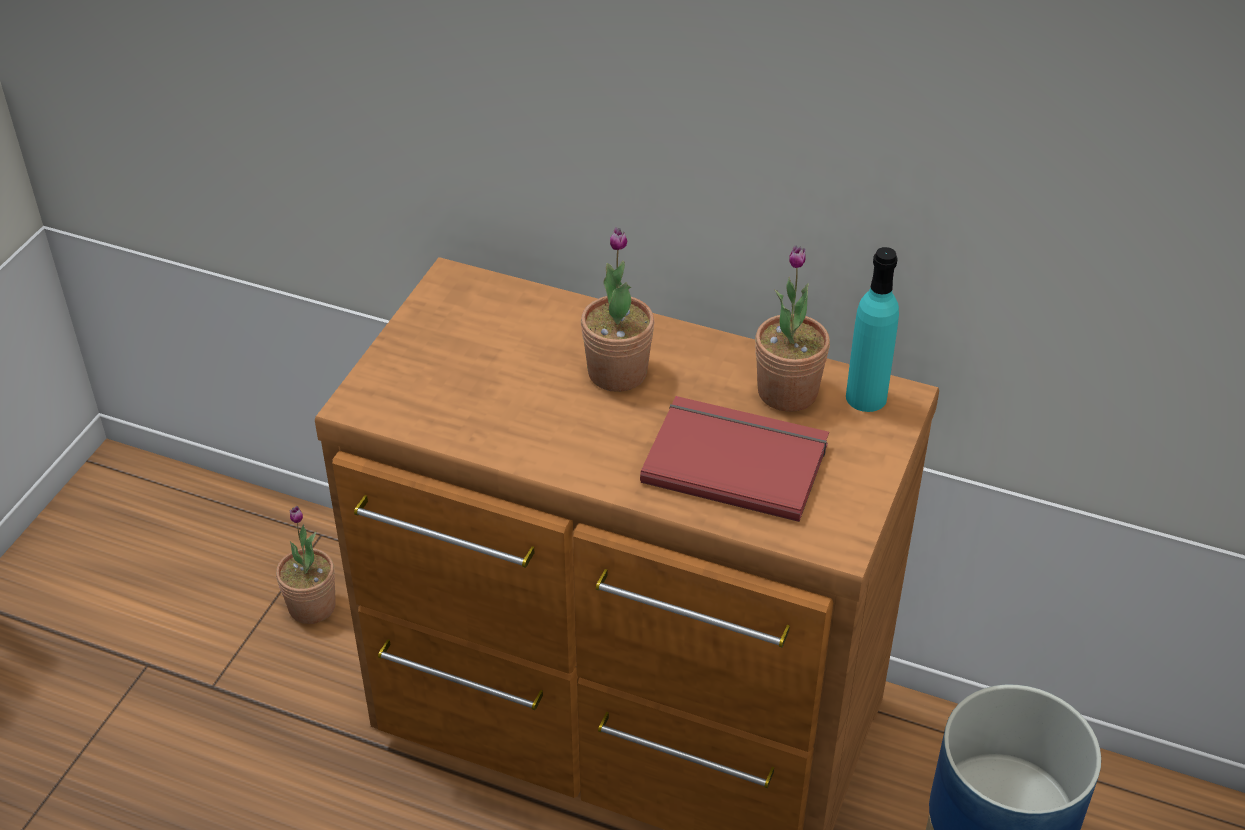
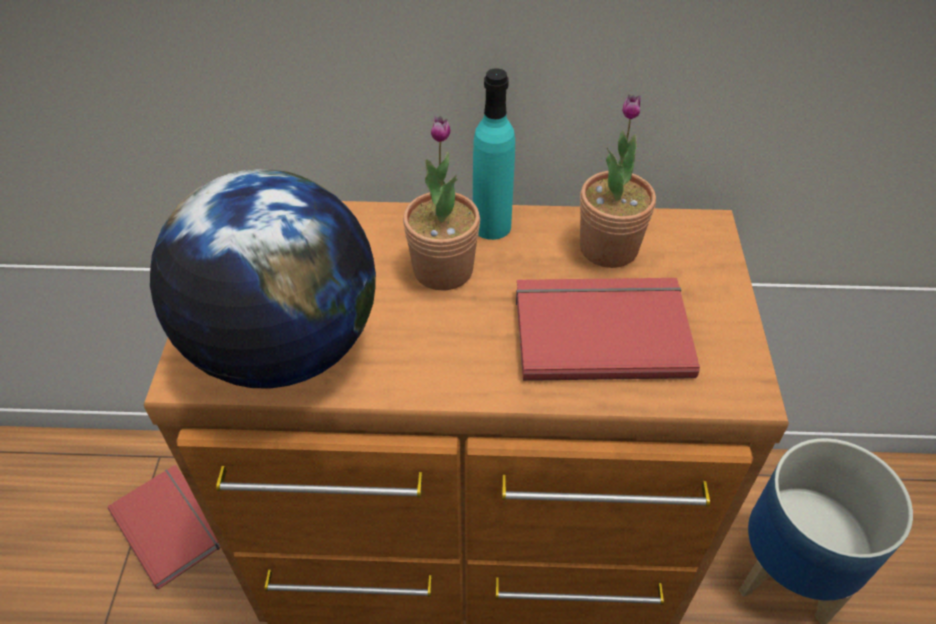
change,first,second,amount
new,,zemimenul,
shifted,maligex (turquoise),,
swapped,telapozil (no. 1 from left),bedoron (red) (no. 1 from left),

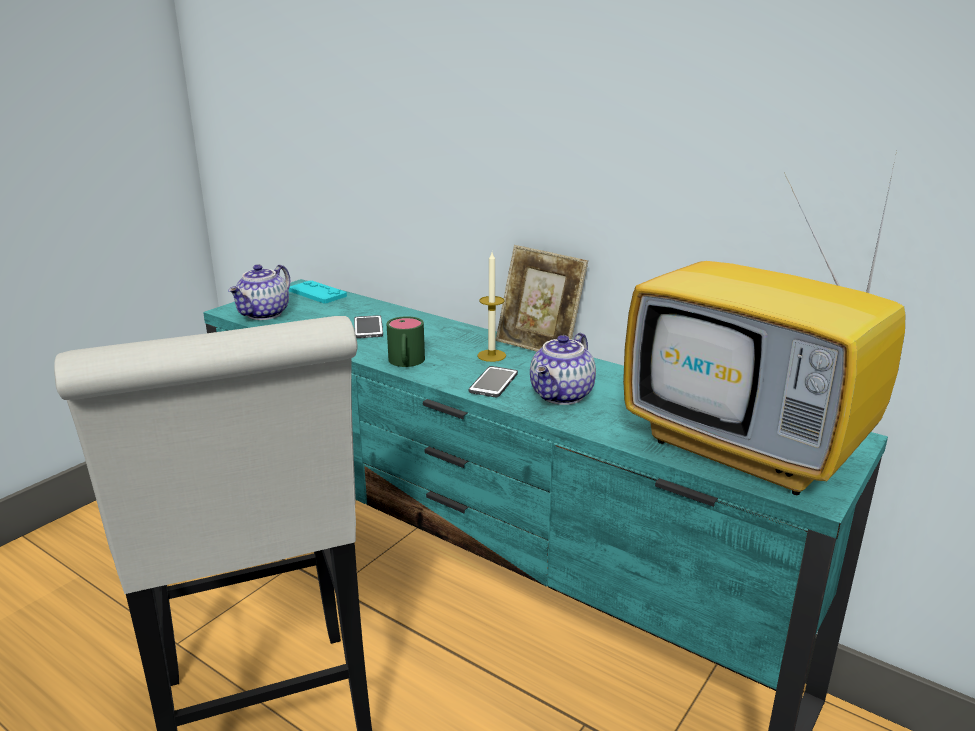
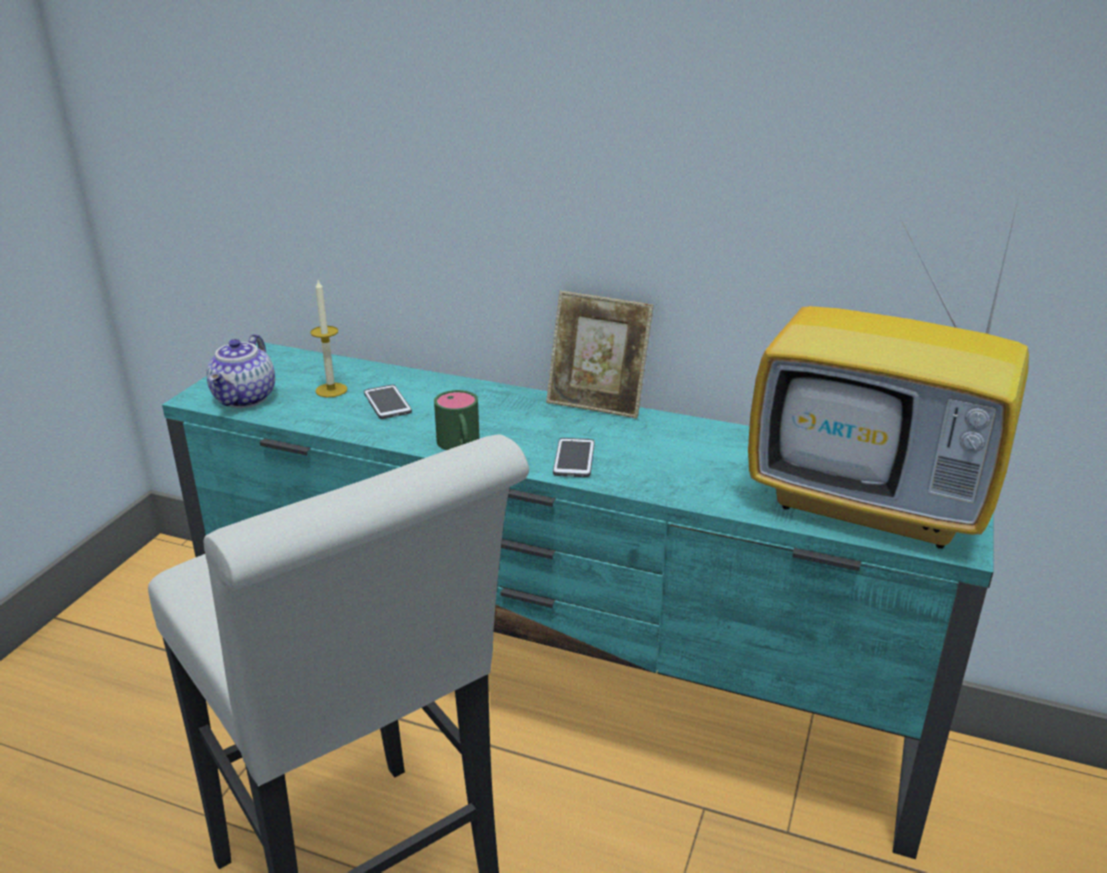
change,first,second,amount
gone,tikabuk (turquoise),,
gone,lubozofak (no. 2 from left),,
shifted,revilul,,

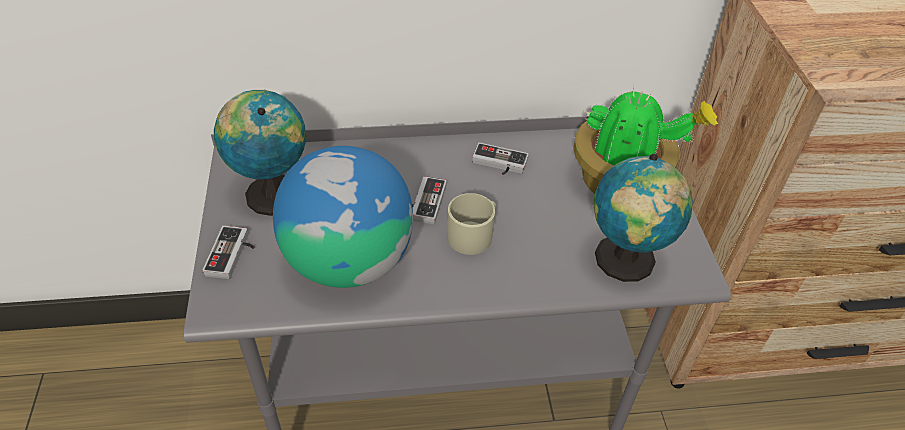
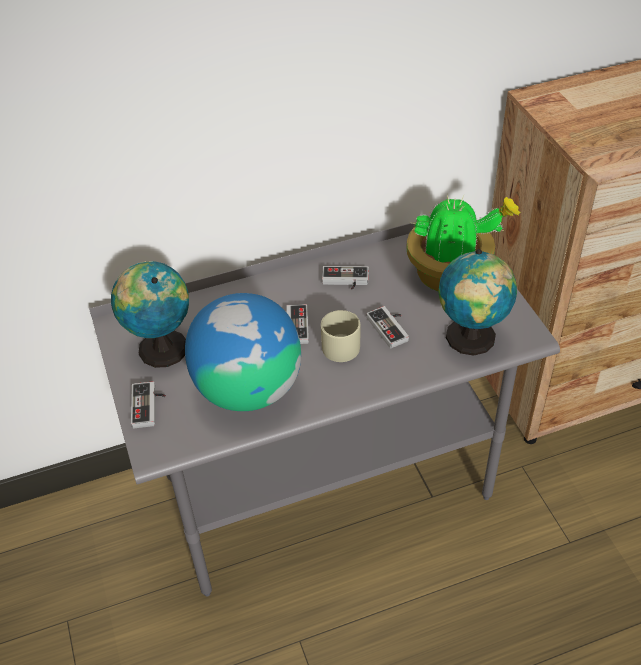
change,first,second,amount
new,,tikabuk (no. 4 from left),

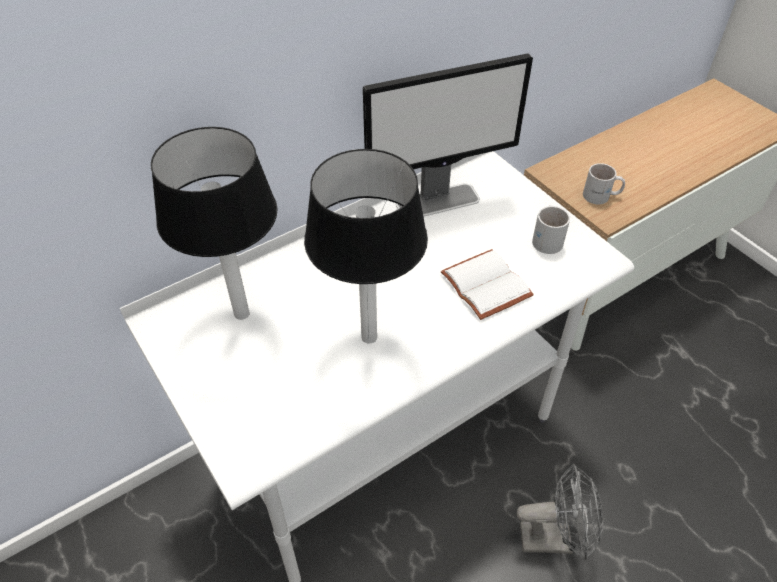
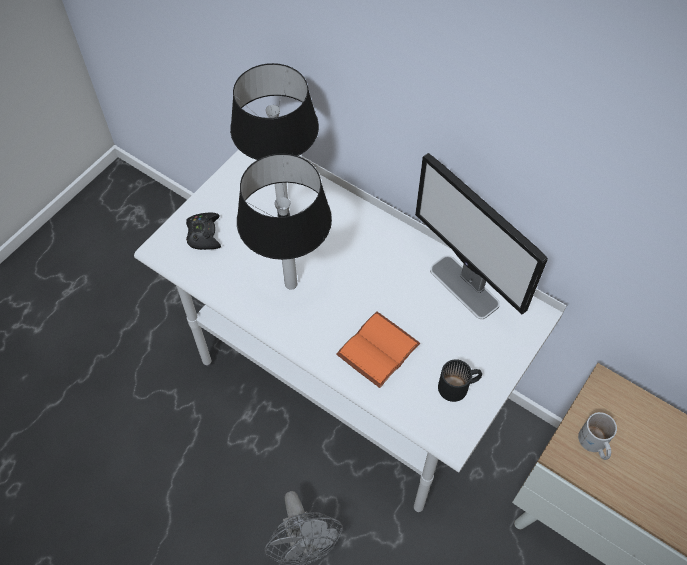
change,first,second,amount
new,,tikabuk (black),
repainted,bedoron (white),bedoron (orange),
repainted,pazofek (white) (no. 1 from left),pazofek (black),

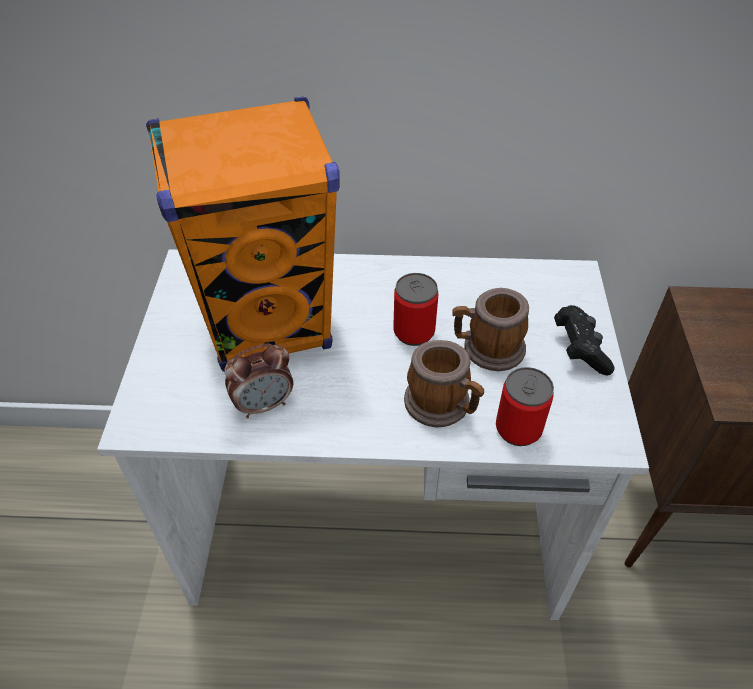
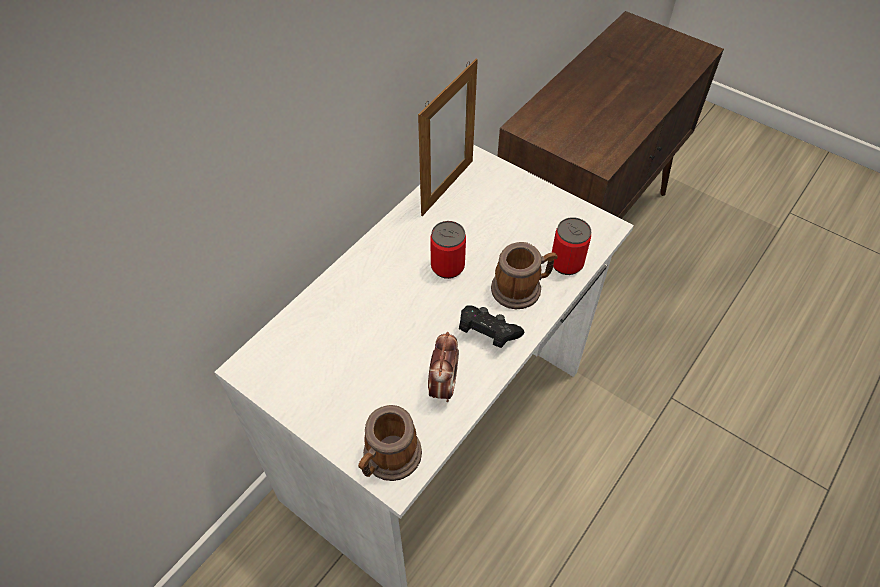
change,first,second,amount
gone,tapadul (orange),,
new,,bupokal,
shifted,pazofek (no. 2 from left in the first image),pazofek (no. 1 from left),
shifted,tikabuk (black),,

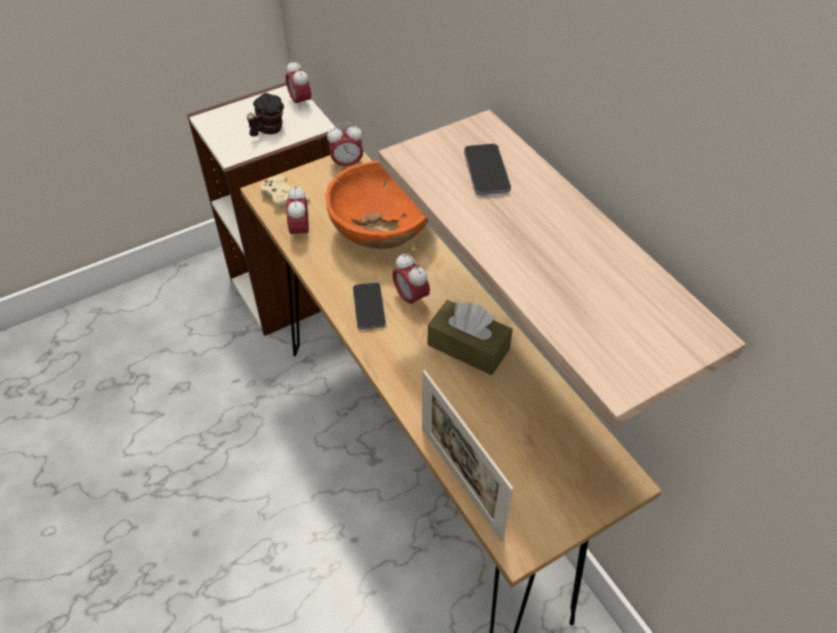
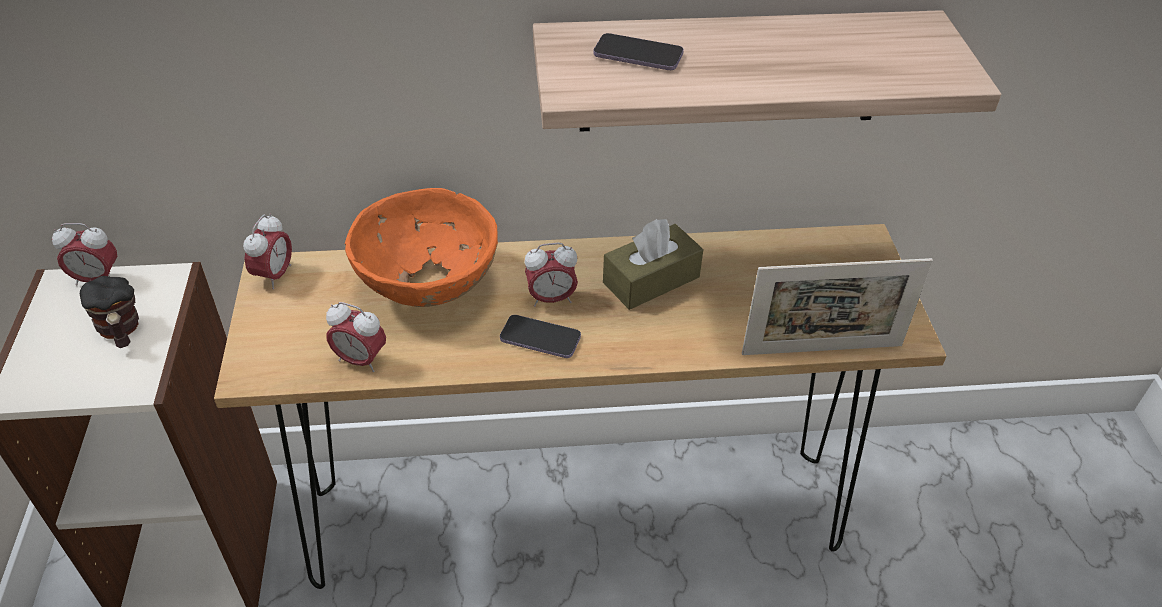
change,first,second,amount
gone,tikabuk (beige),,

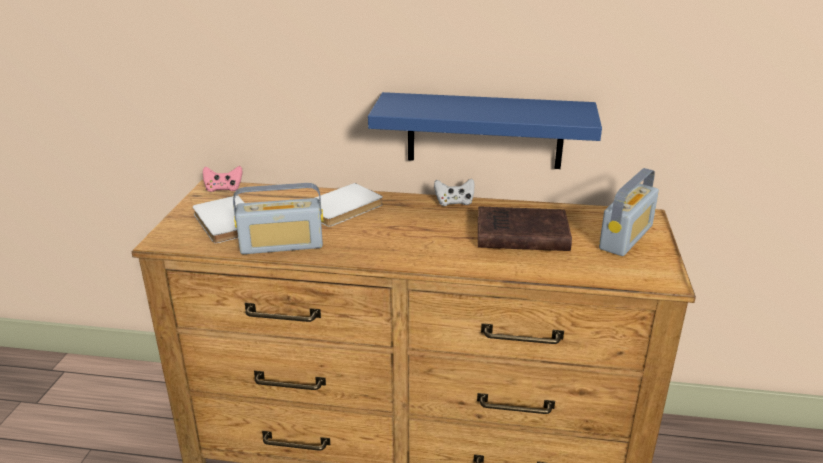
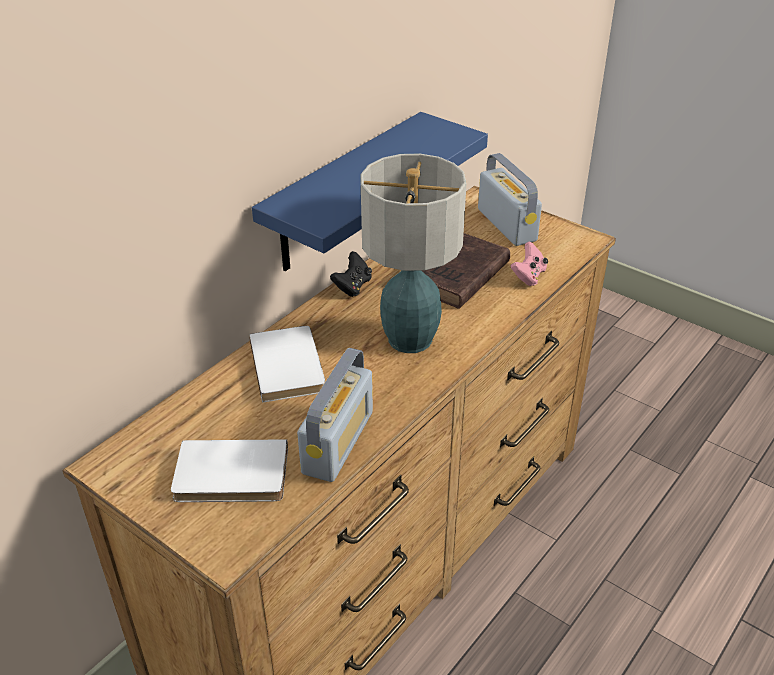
change,first,second,amount
new,,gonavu,
shifted,tikabuk (pink),,
repainted,tikabuk (white),tikabuk (black),

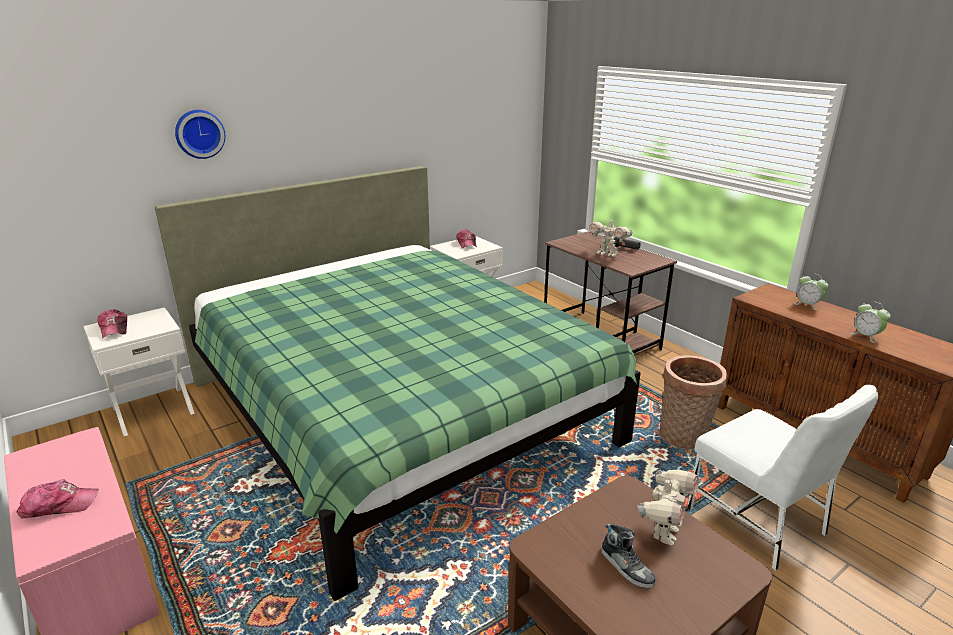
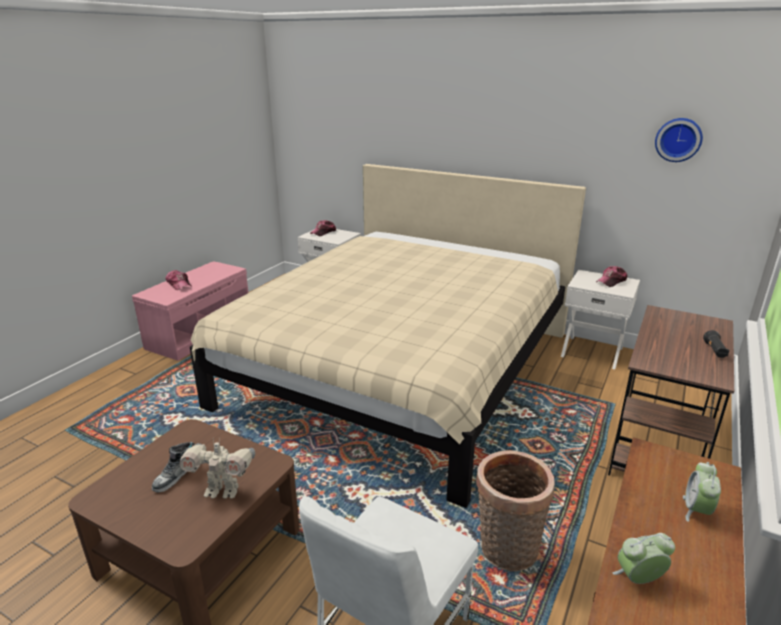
change,first,second,amount
gone,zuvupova (no. 1 from left),,
shifted,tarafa,,
repainted,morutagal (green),morutagal (beige),
rotated,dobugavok (no. 2 from left in the first image),dobugavok (no. 1 from left),45 degrees clockwise

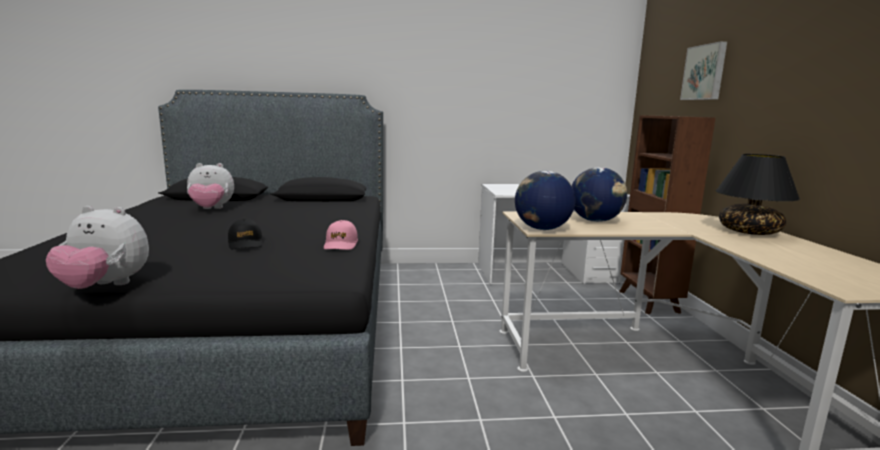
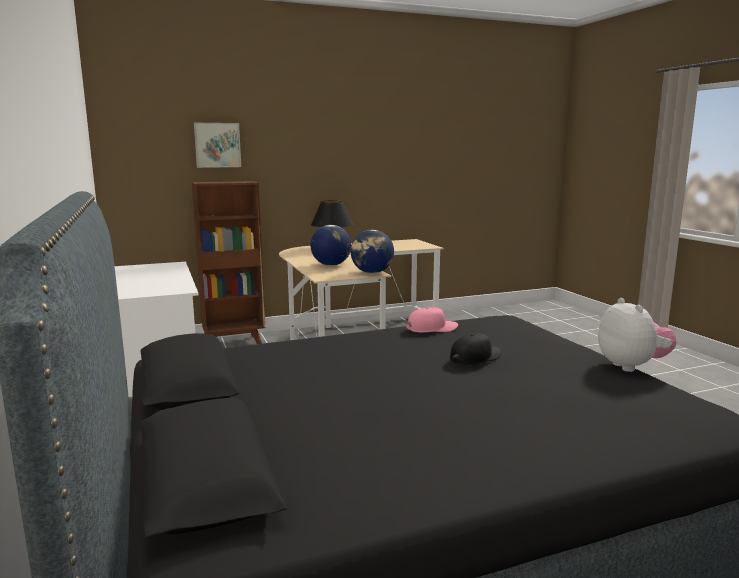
change,first,second,amount
gone,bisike (no. 2 from left),,

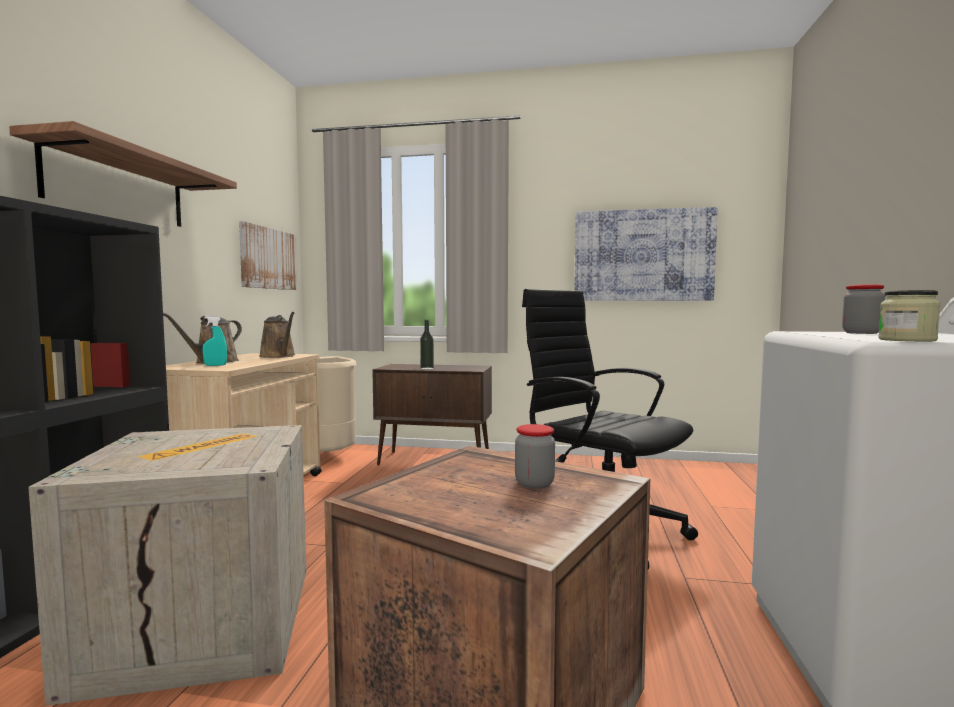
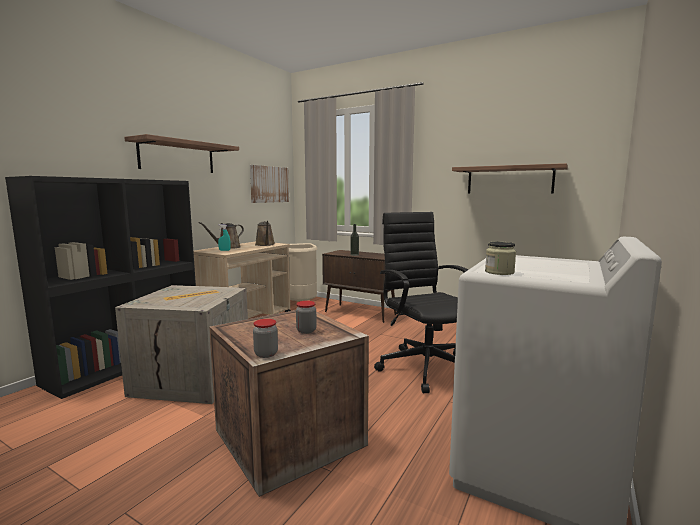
change,first,second,amount
shifted,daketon (no. 2 from left in the first image),daketon (no. 1 from left),
swapped,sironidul (no. 2 from left),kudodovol (no. 2 from left),

